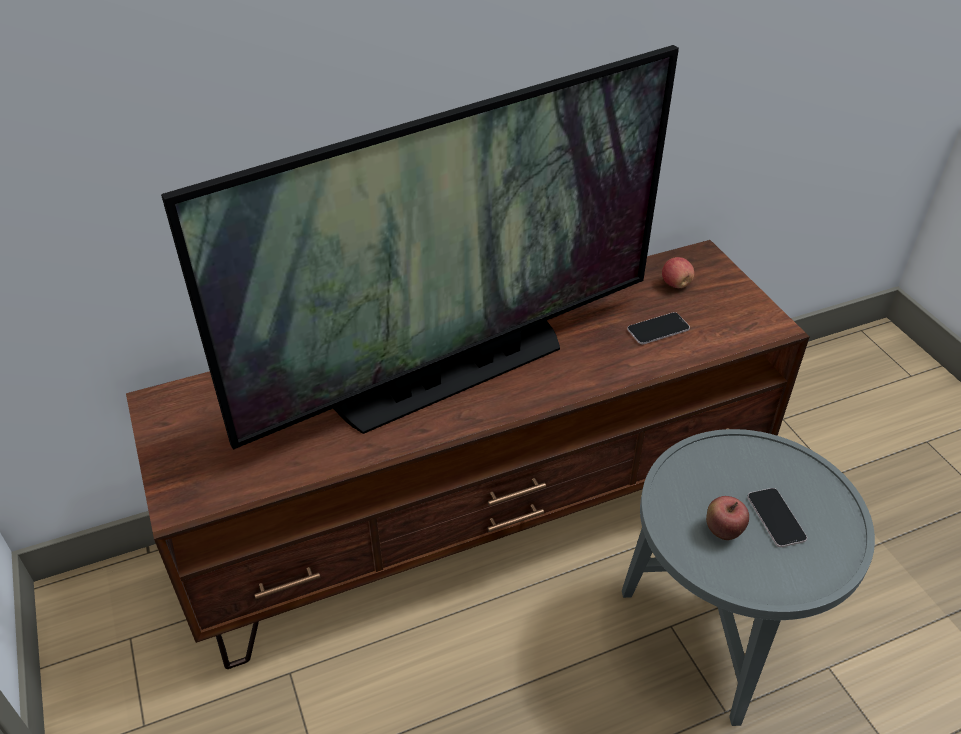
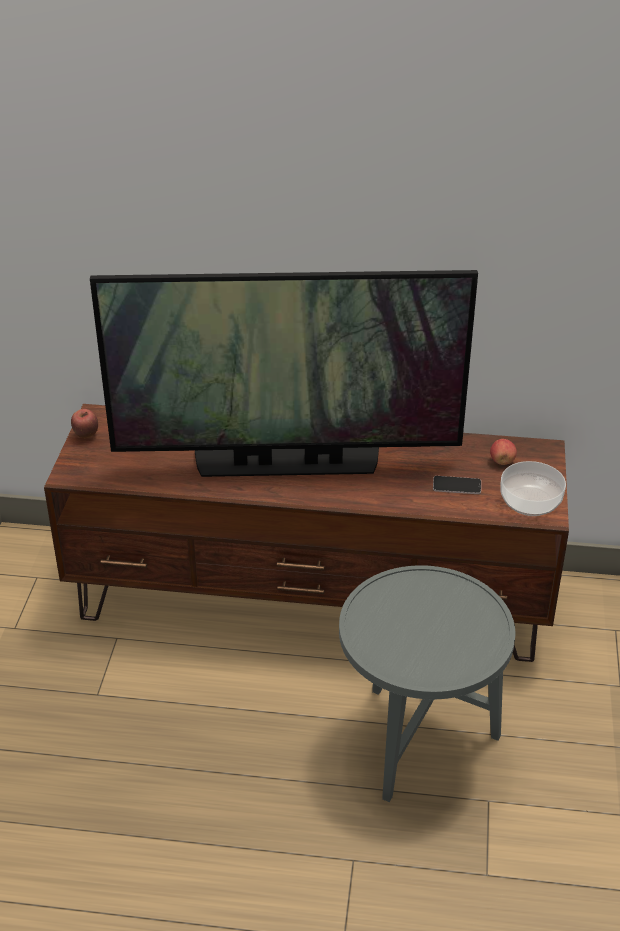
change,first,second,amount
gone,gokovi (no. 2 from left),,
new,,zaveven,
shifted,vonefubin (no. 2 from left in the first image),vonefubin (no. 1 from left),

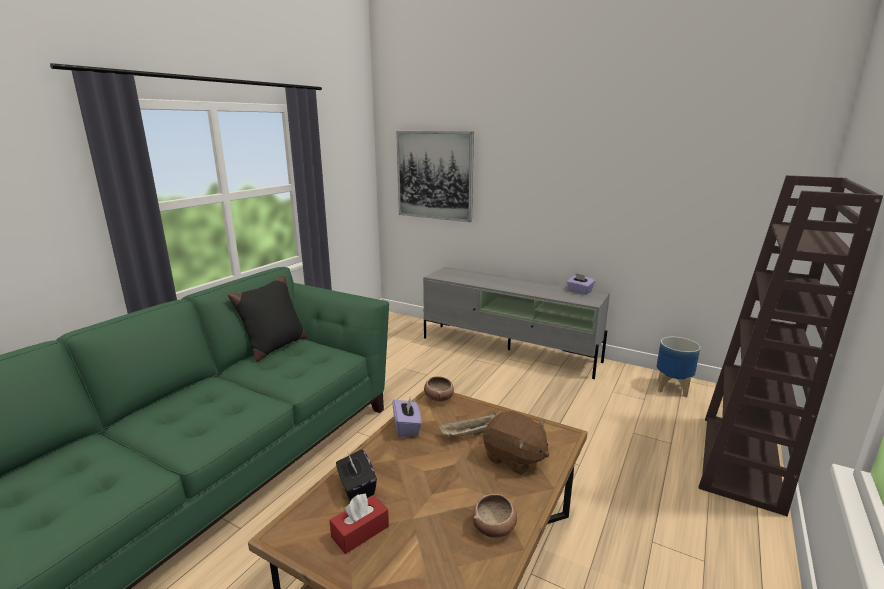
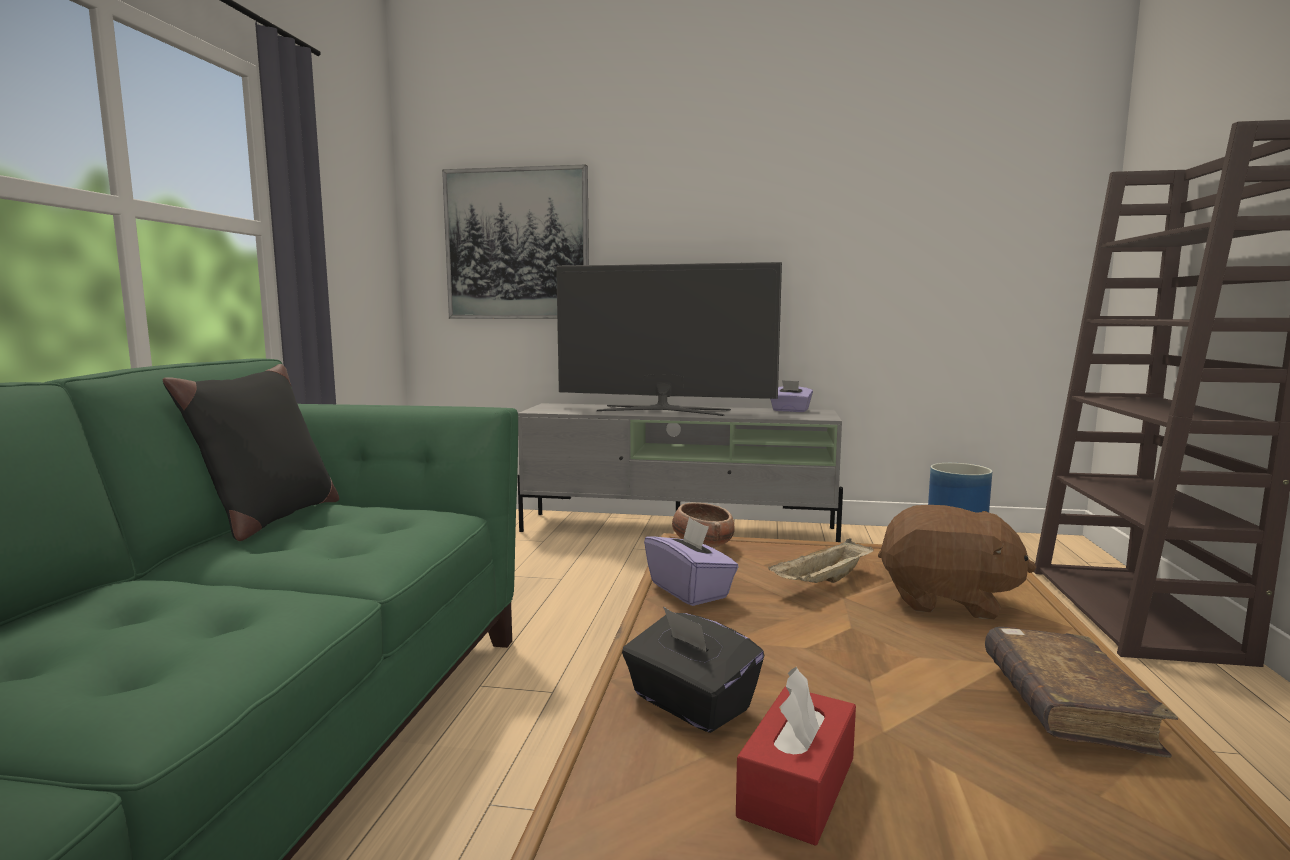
change,first,second,amount
new,,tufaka,
swapped,zaveven (no. 2 from left),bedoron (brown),

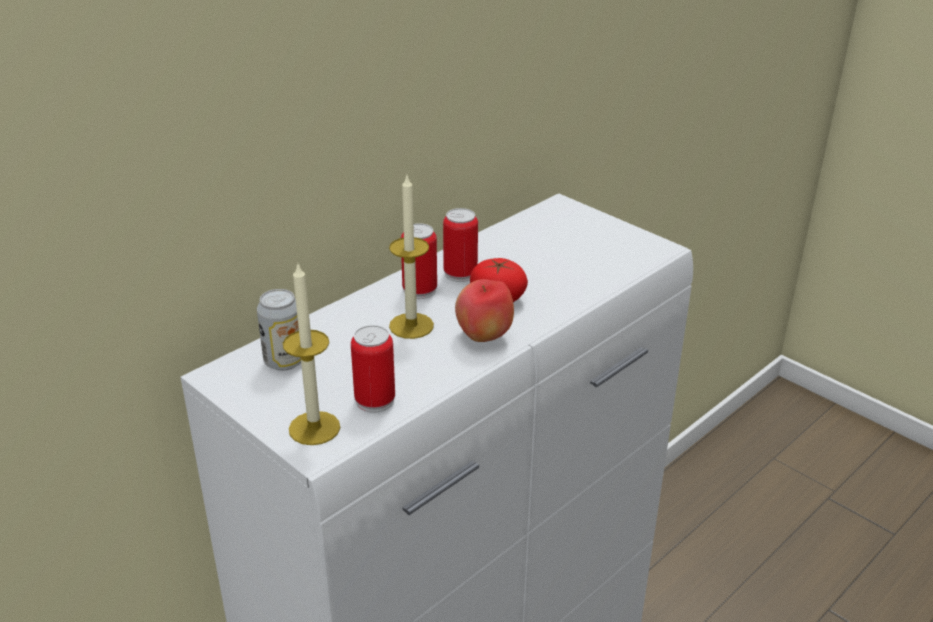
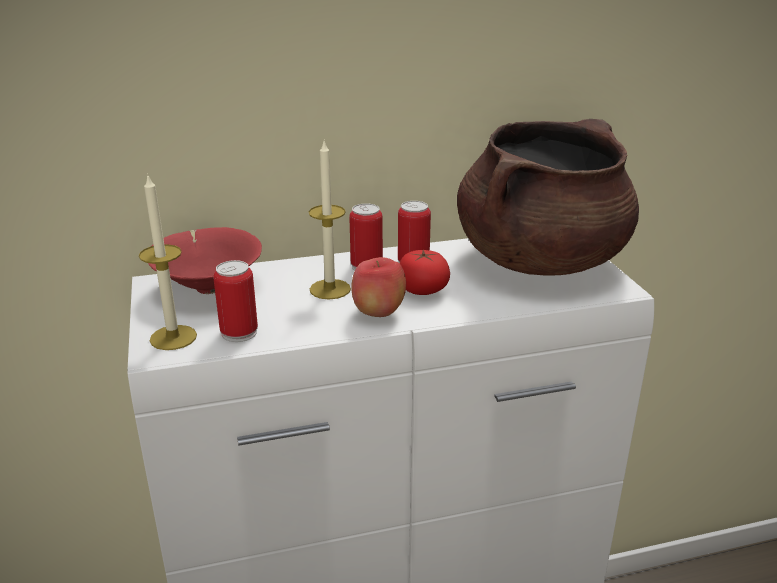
change,first,second,amount
new,,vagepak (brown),
swapped,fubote (no. 1 from left),zaveven (red),

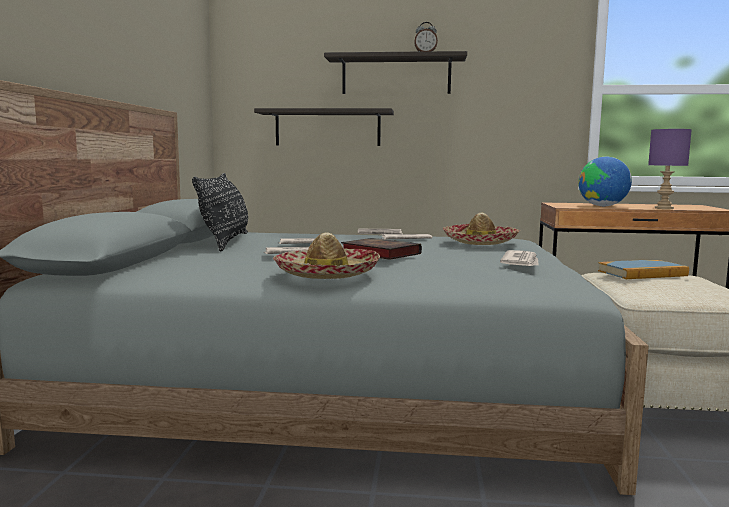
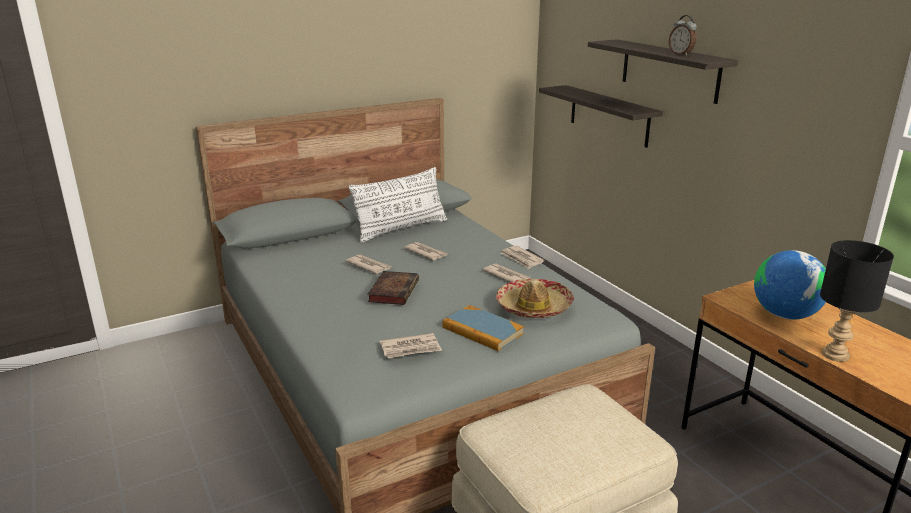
change,first,second,amount
gone,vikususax (no. 1 from left),,
shifted,bedoron (no. 2 from left),,
repainted,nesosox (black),nesosox (white),
repainted,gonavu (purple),gonavu (black),

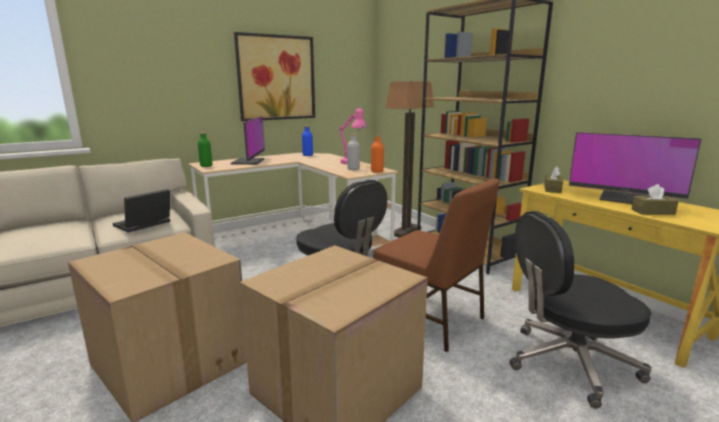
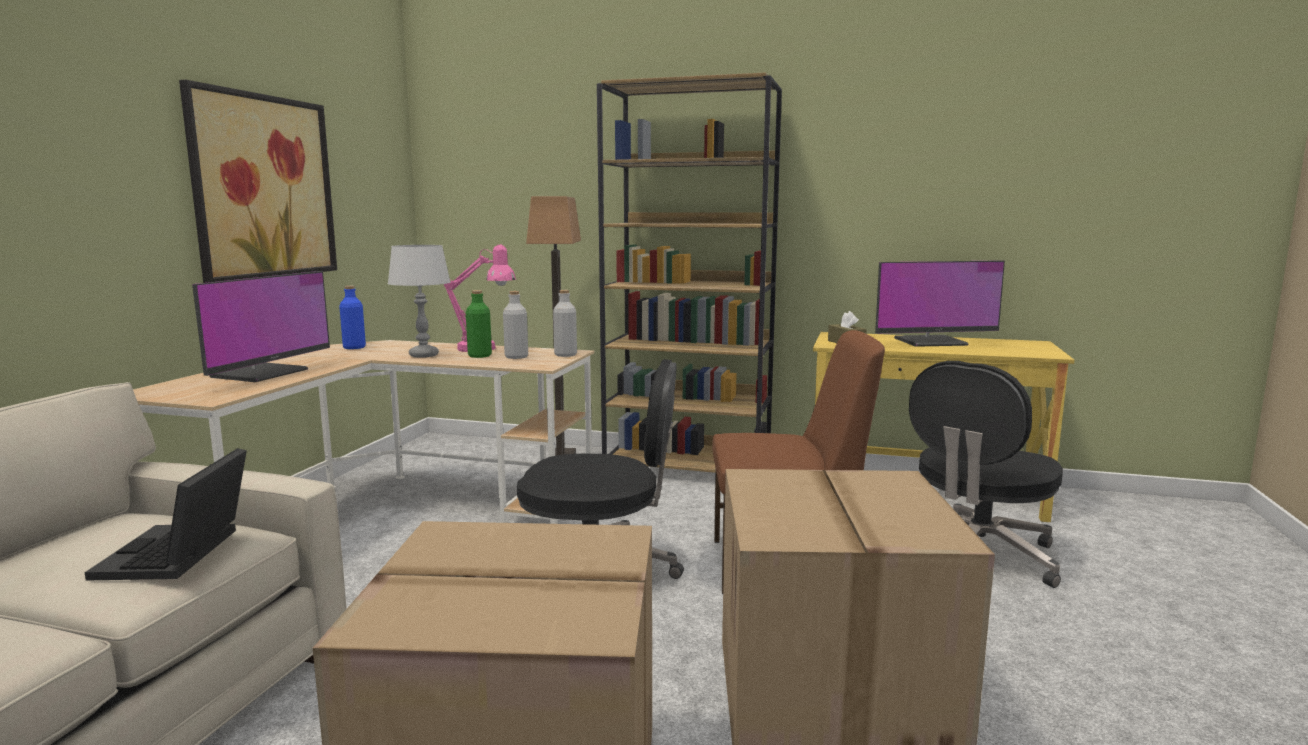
change,first,second,amount
gone,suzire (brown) (no. 2 from left),,
new,,gonavu (grey),
shifted,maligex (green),,
repainted,maligex (orange),maligex (grey) (no. 2 from left),
rotated,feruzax (no. 1 from left),,60 degrees clockwise

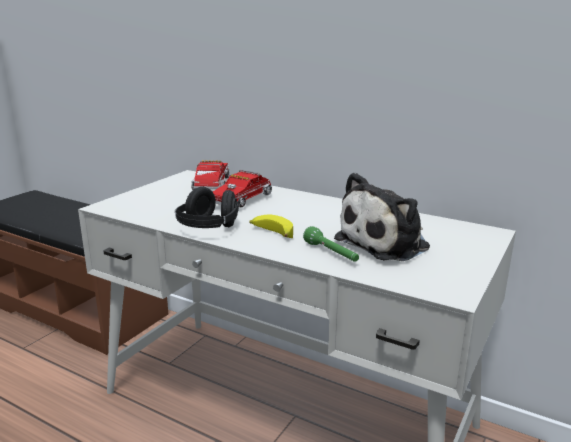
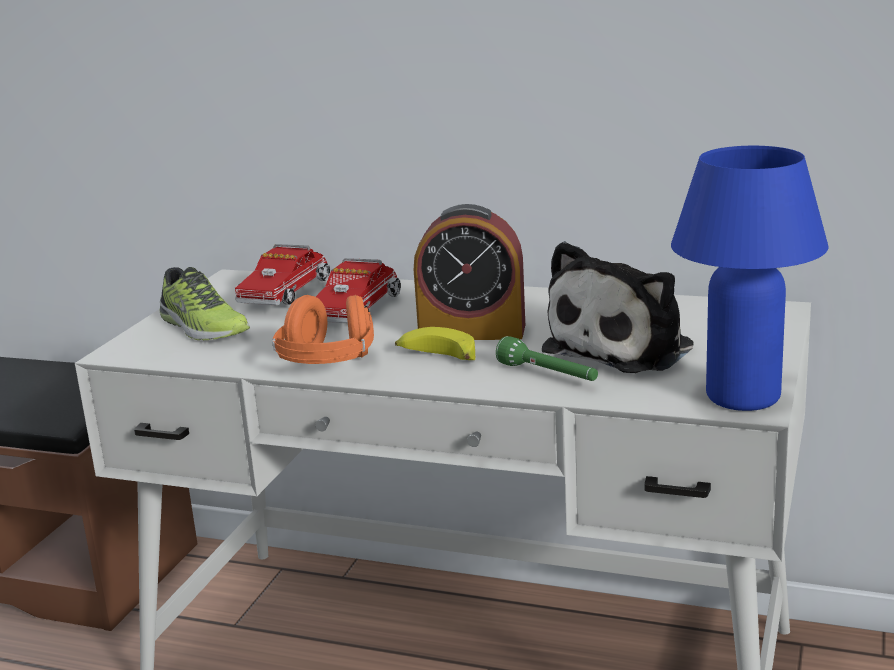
change,first,second,amount
new,,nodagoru,
new,,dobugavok,
new,,gonavu (blue),
repainted,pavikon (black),pavikon (orange),
rotated,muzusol (no. 1 from left),,150 degrees counterclockwise

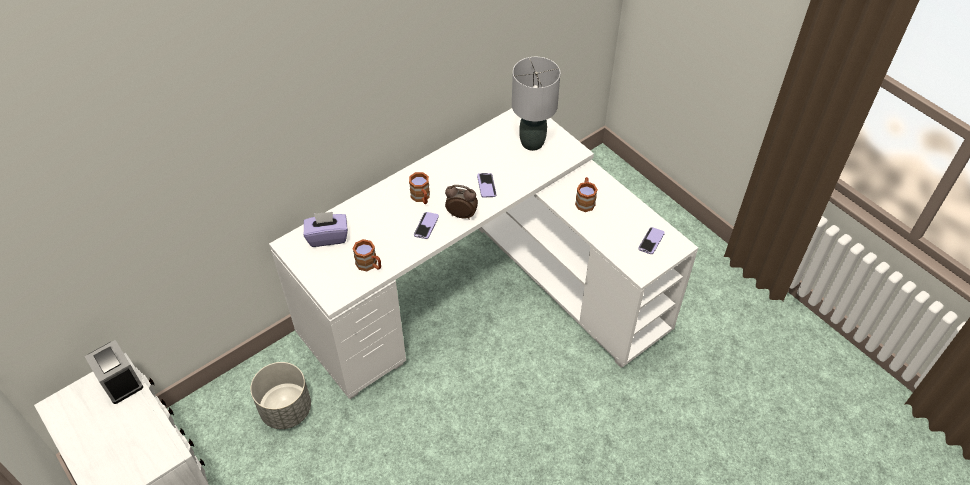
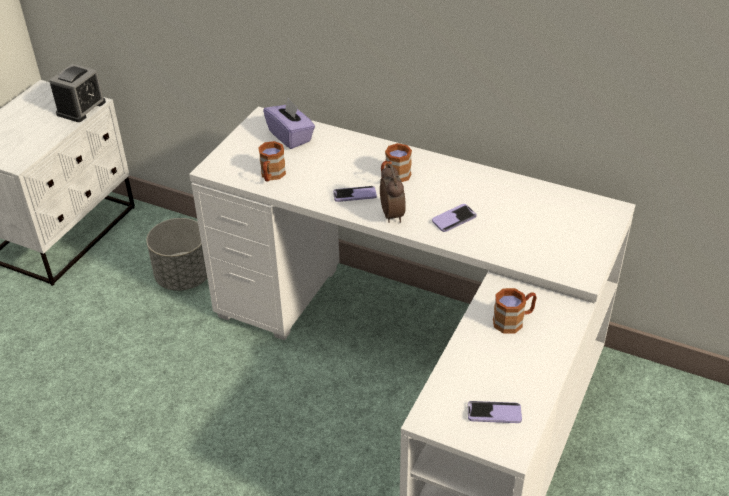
change,first,second,amount
gone,gonavu (grey),,

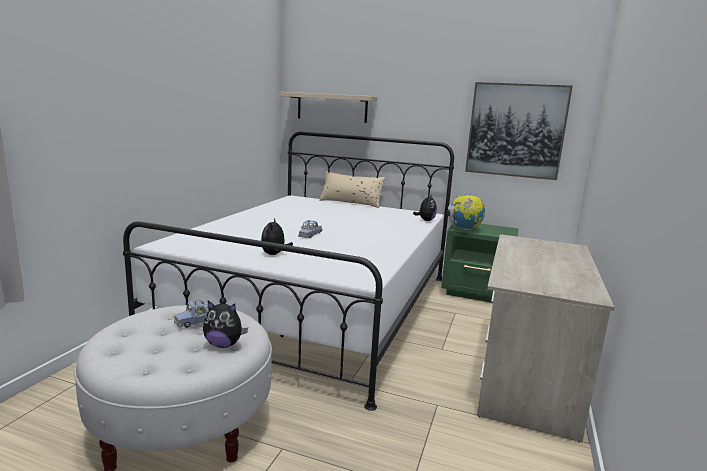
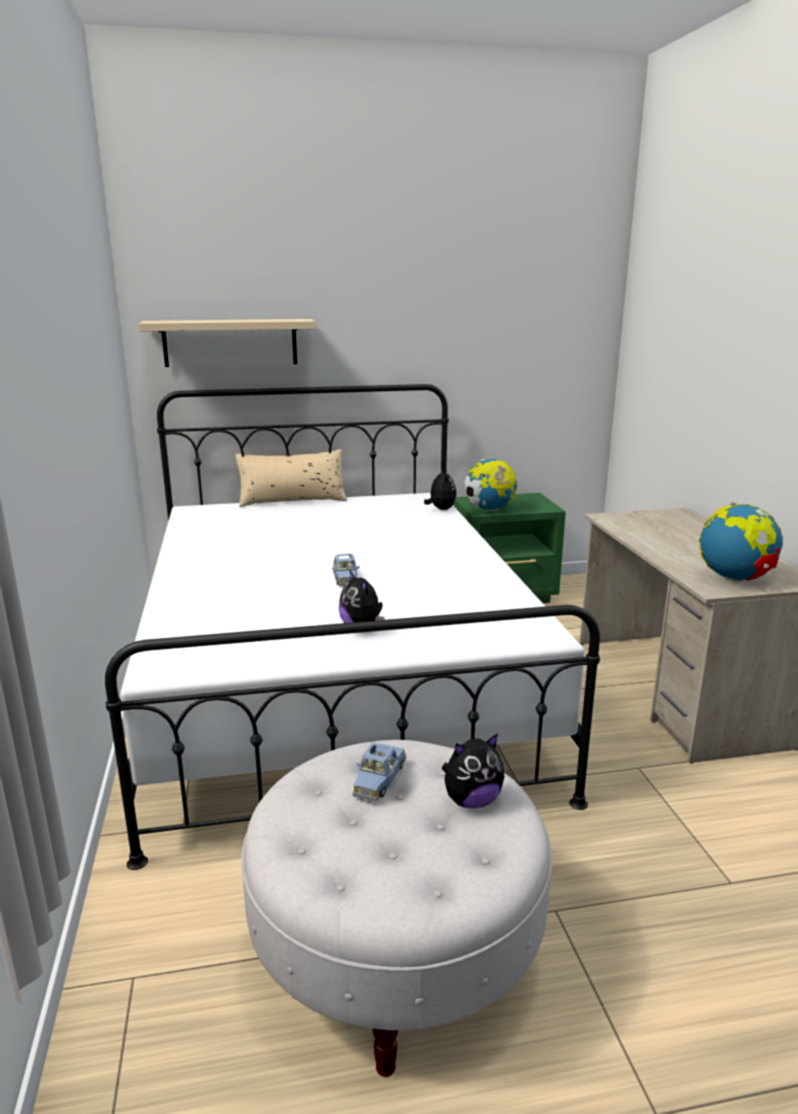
change,first,second,amount
gone,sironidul,,
new,,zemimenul (no. 2 from left),

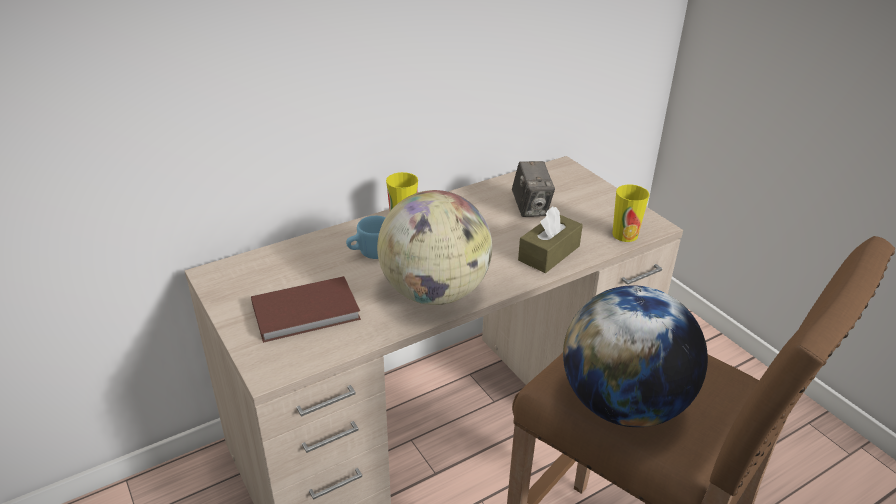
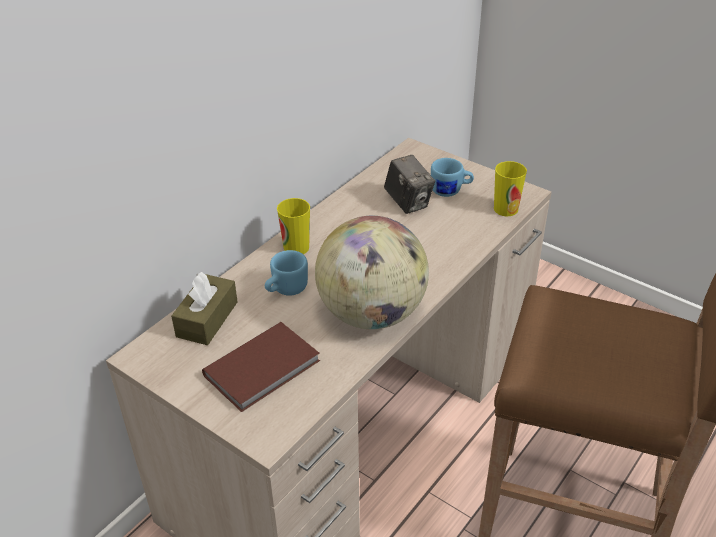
change,first,second,amount
gone,zemimenul (no. 2 from left),,
new,,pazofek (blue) (no. 2 from left),
shifted,suzire (brown),,

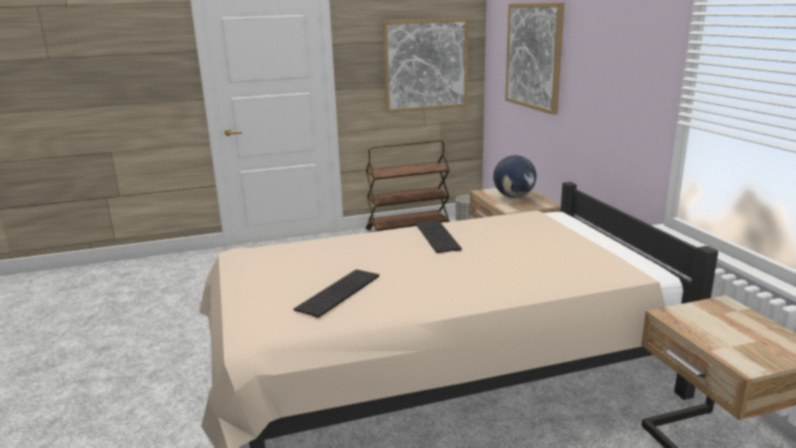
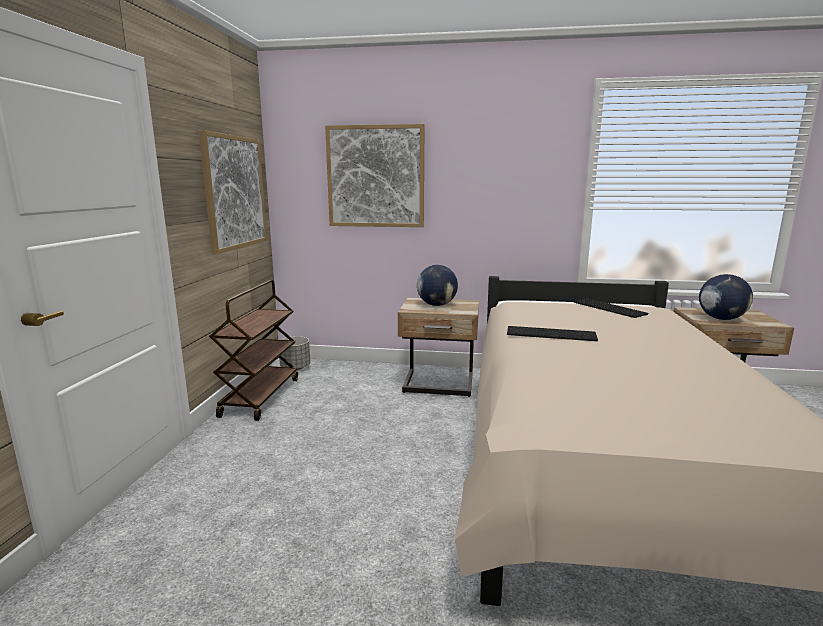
change,first,second,amount
new,,zemimenul (no. 2 from left),
shifted,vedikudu (no. 1 from left in the first image),vedikudu (no. 2 from left),

